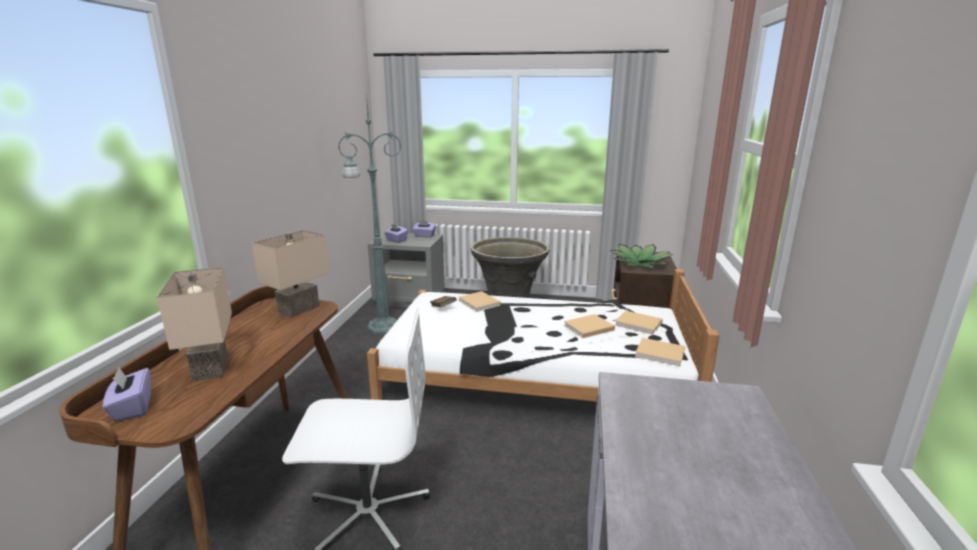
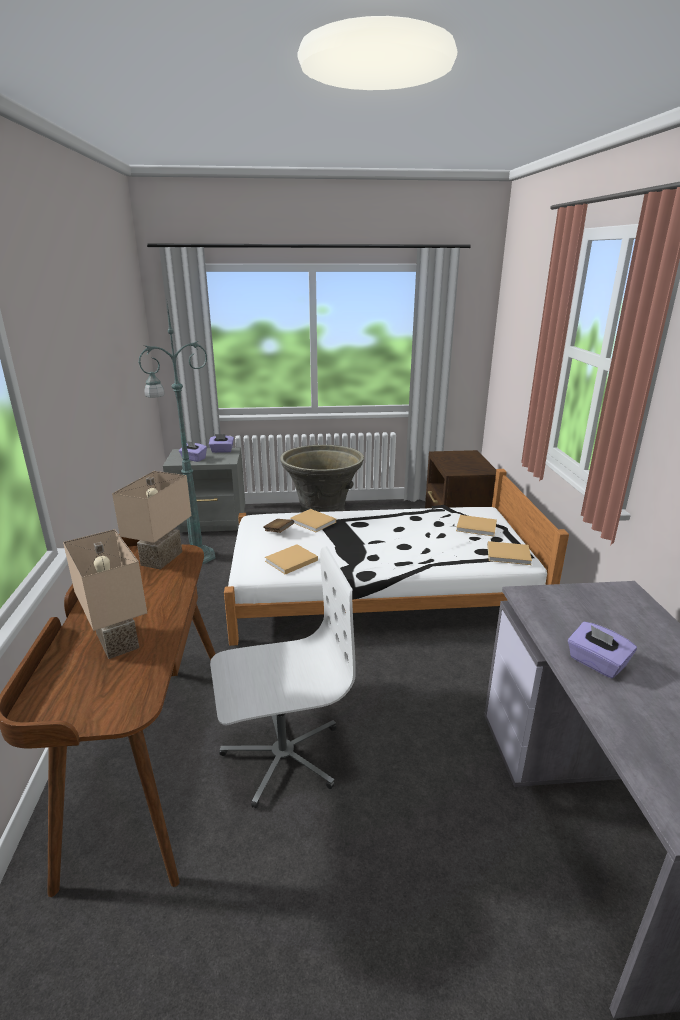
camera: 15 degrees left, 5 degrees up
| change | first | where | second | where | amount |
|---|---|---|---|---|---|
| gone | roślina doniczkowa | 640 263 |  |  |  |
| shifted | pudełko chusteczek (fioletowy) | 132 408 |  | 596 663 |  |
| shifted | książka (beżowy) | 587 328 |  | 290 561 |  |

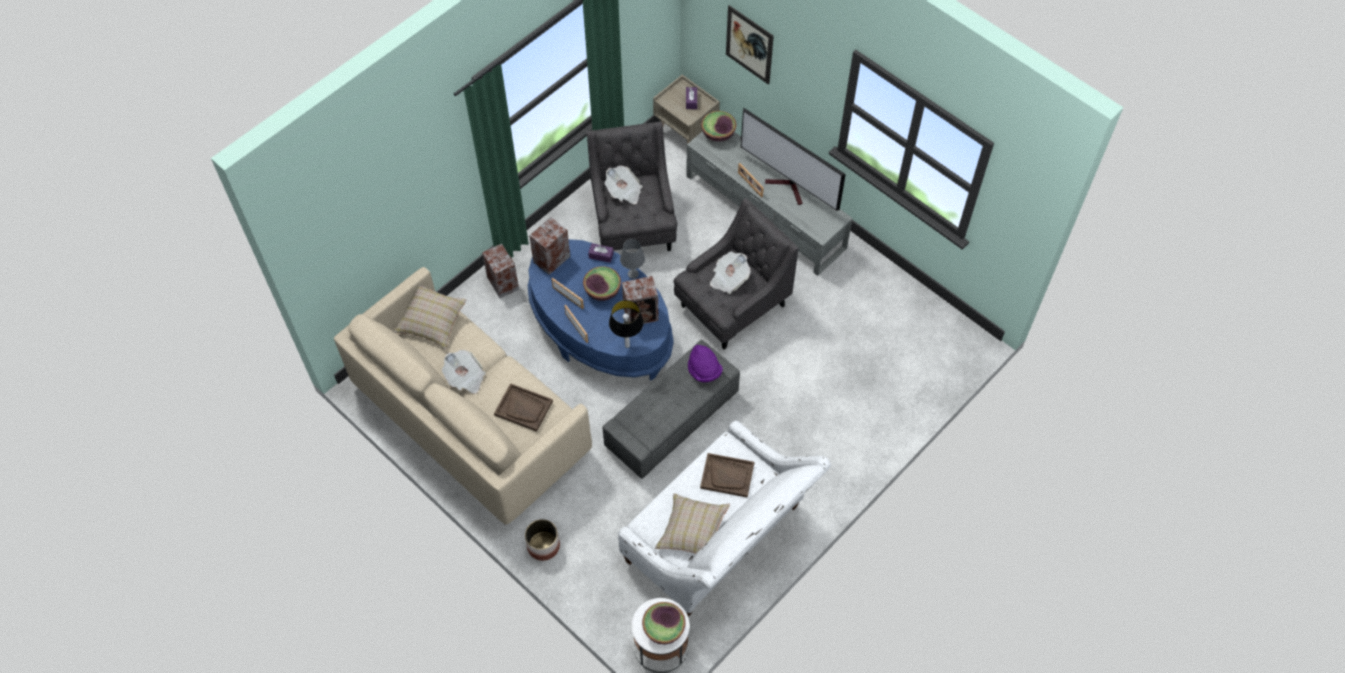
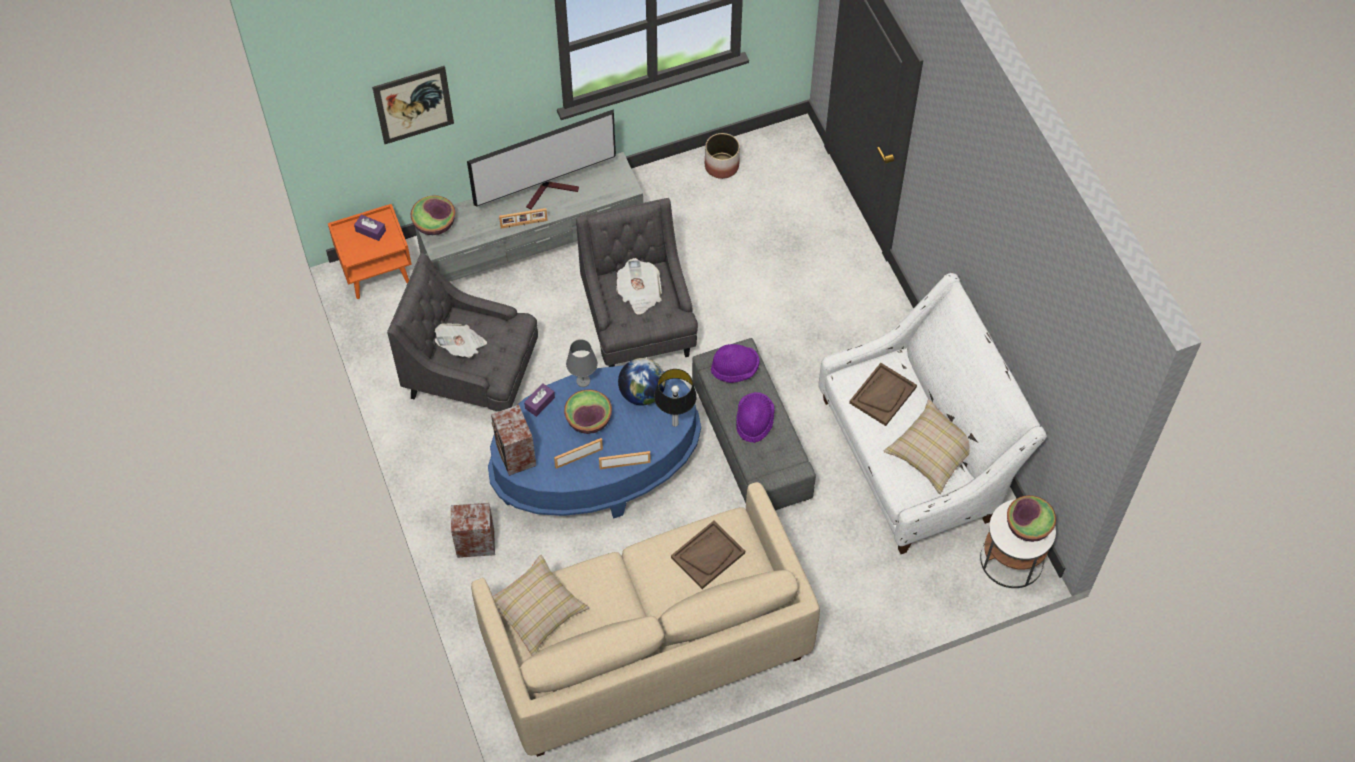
camera: 65 degrees left, 0 degrees up
| change | first | where | second | where | amount |
|---|---|---|---|---|---|
| gone | gazeta | 465 378 |  |  |  |
| new |  |  | kapelusz (fioletowy) | 754 422 |  |
| shifted | donica | 543 546 |  | 721 166 |  |
| swapped | głośnik | 642 314 | globus | 642 393 |  |
| repainted | szafka nocna (beżowy) | 686 133 | szafka nocna (pomarańczowy) | 377 272 |  |

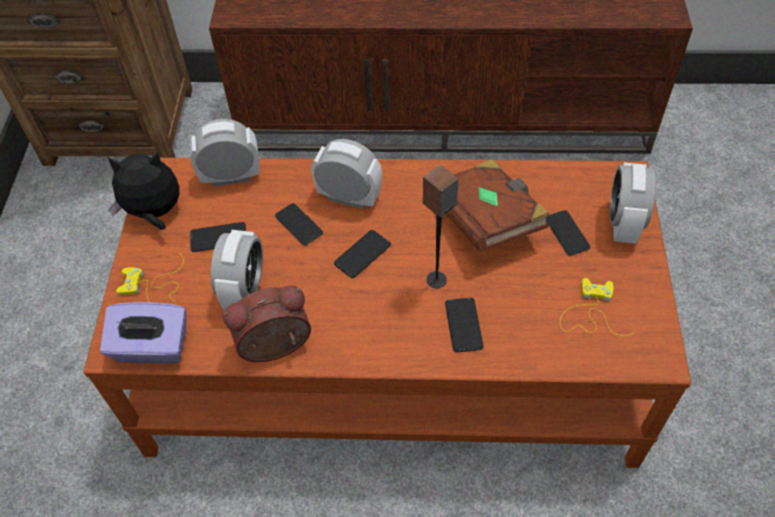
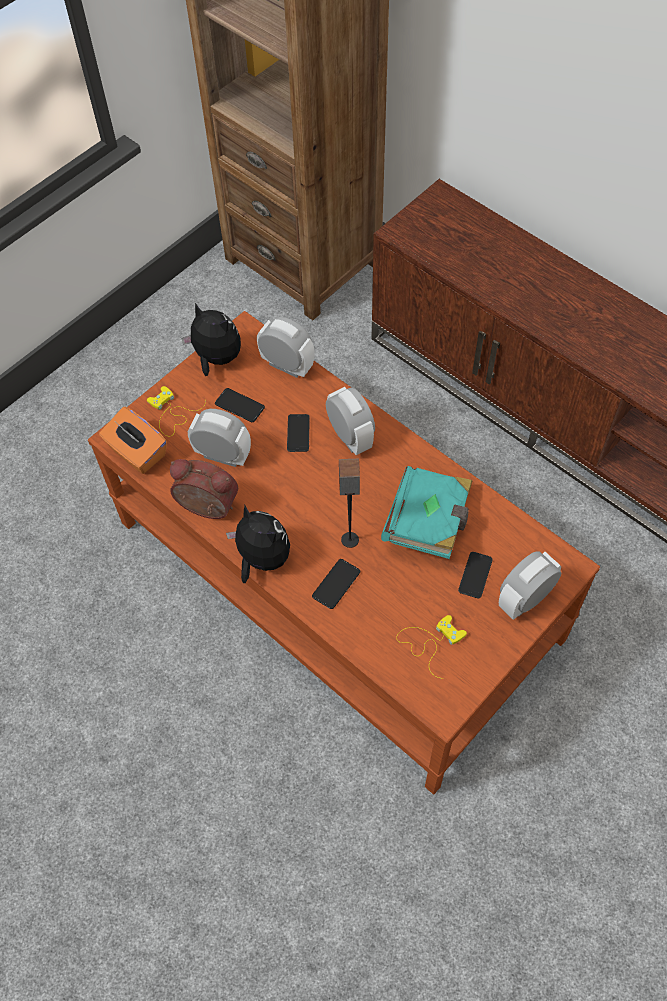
camera: 40 degrees right, 5 degrees up
| change | first | where | second | where | amount |
|---|---|---|---|---|---|
| gone | telefon | 362 254 |  |  |  |
| new |  |  | pluszak | 261 558 |  |
| repainted | pudełko chusteczek (fioletowy) | 152 347 | pudełko chusteczek (pomarańczowy) | 137 452 |  |
| repainted | książka (brązowy) | 486 219 | książka (turkusowy) | 428 522 |  |
| rotated | budzik | 245 291 |  | 222 455 | 120 degrees counterclockwise |

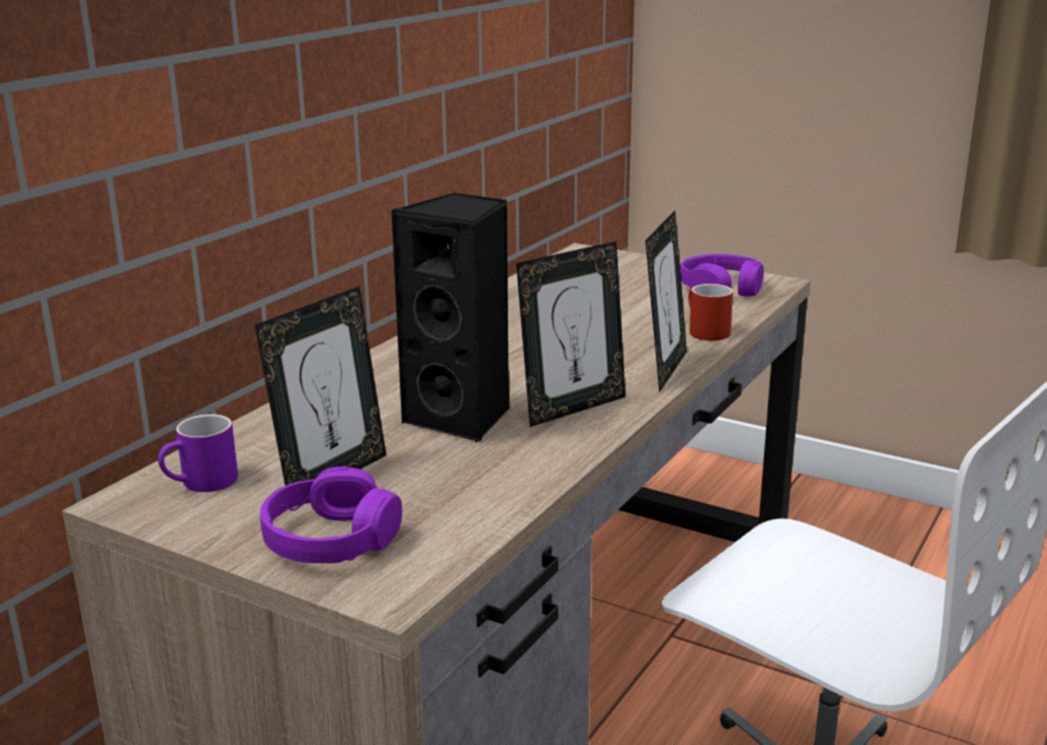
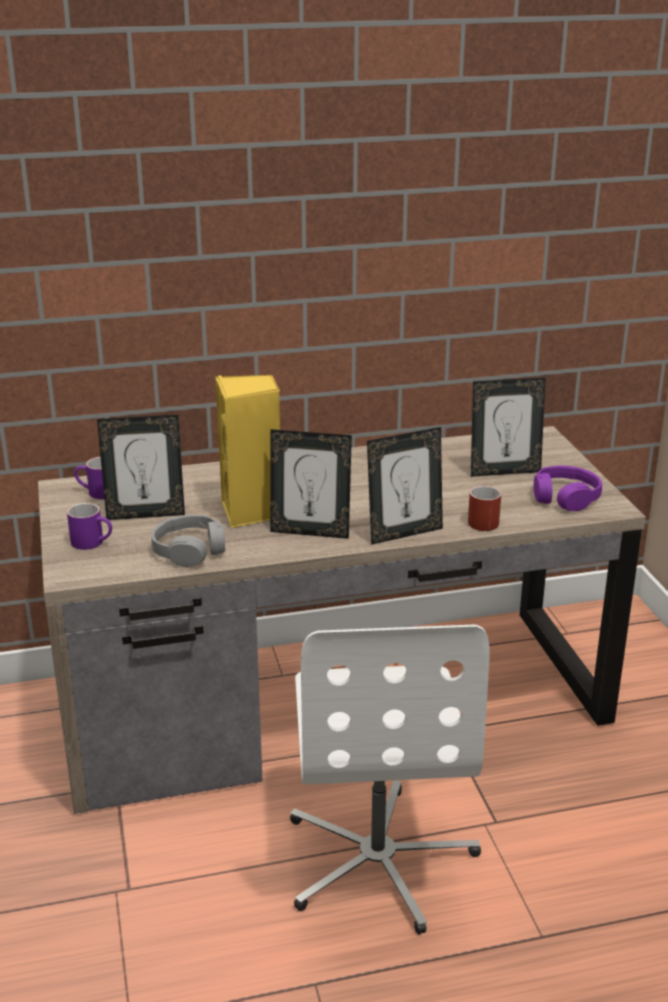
camera: 45 degrees right, 5 degrees up
| change | first | where | second | where | amount |
|---|---|---|---|---|---|
| new |  |  | słuchawki (szary) | 189 550 |  |
| new |  |  | ramka na zdjęcie | 504 471 |  |
| swapped | słuchawki (fioletowy) | 331 539 | kubek (fioletowy) | 93 542 |  |
| repainted | głośnik (czarny) | 463 418 | głośnik (żółty) | 252 512 |  |

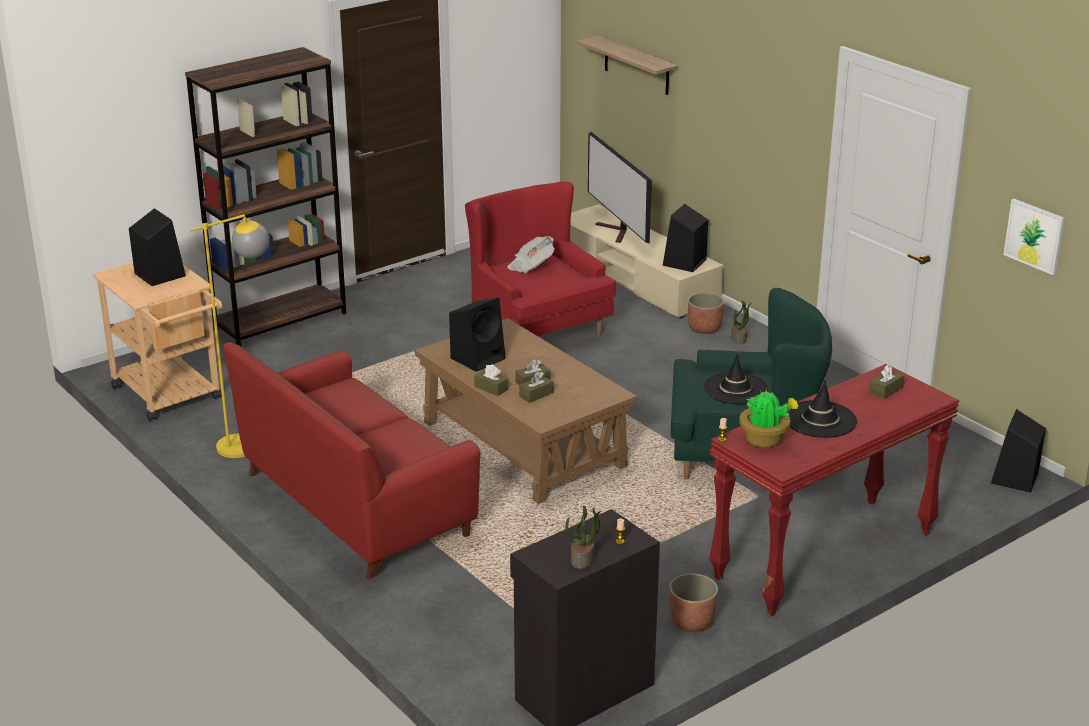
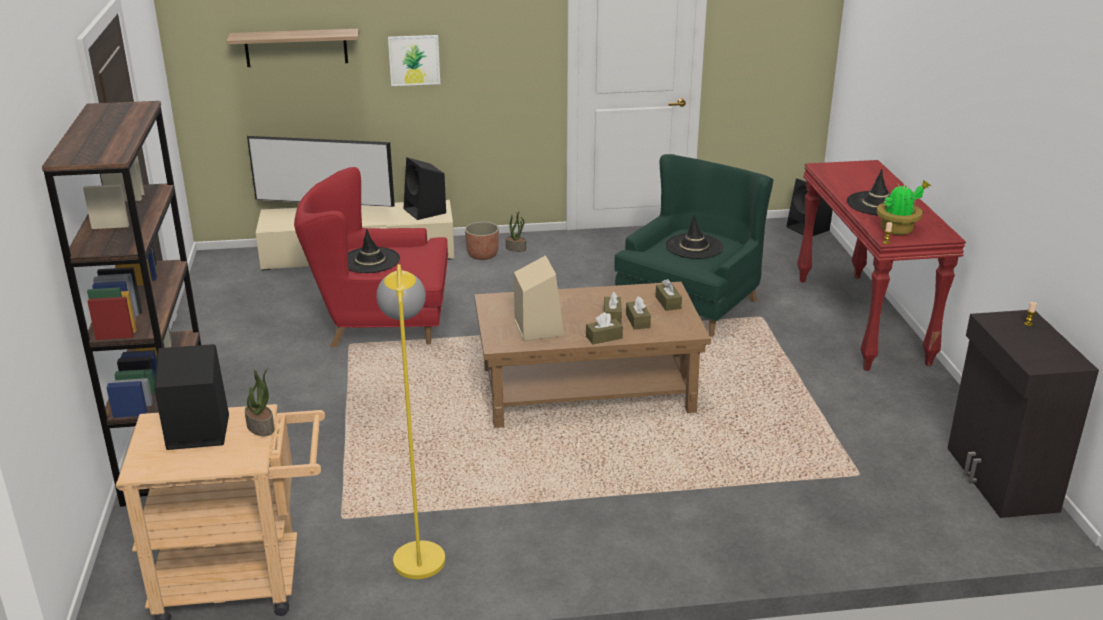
camera: 60 degrees left, 0 degrees up
| change | first | where | second | where | amount |
|---|---|---|---|---|---|
| gone | kanapa (czerwony) | 355 504 |  |  |  |
| gone | donica | 691 622 |  |  |  |
| shifted | roślina doniczkowa | 583 559 |  | 261 427 |  |
| shifted | pudełko chusteczek (brązowy) | 885 390 |  | 668 302 |  |
| shifted | obraz | 1034 236 |  | 414 60 |  |
| swapped | gazeta | 531 266 | kapelusz (czarny) | 370 260 |  |
| repainted | głośnik (czarny) | 478 358 | głośnik (beżowy) | 538 327 |  |

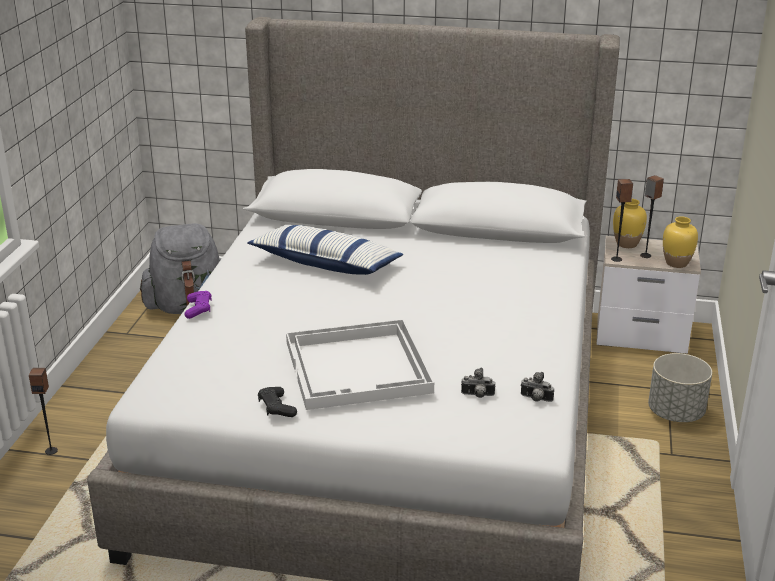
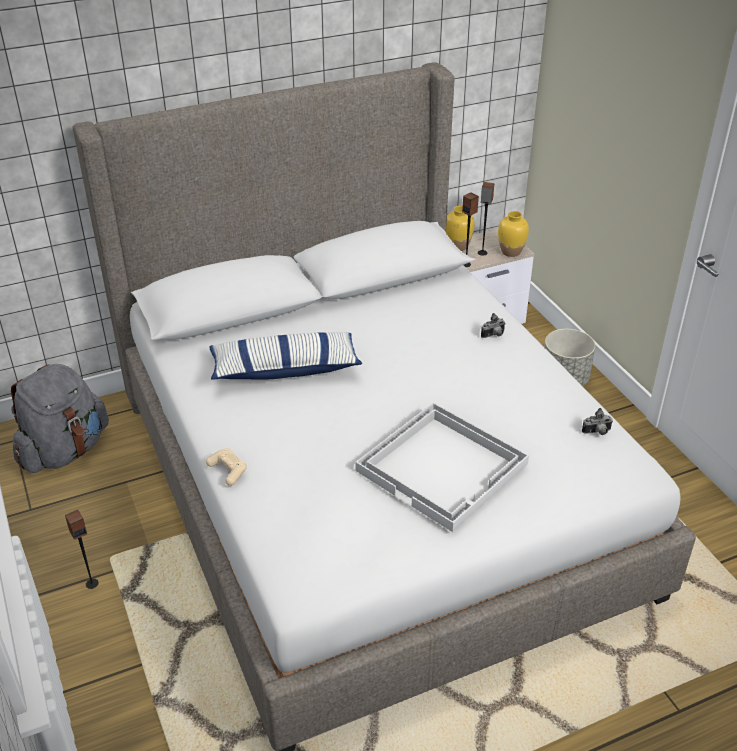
camera: 35 degrees left, 10 degrees up
| change | first | where | second | where | amount |
|---|---|---|---|---|---|
| gone | pad do gier (czarny) | 276 408 |  |  |  |
| shifted | głośnik | 51 450 |  | 92 583 |  |
| shifted | aparat fotograficzny | 477 396 |  | 494 335 |  |
| repainted | pad do gier (fioletowy) | 198 309 | pad do gier (beżowy) | 228 470 |  |

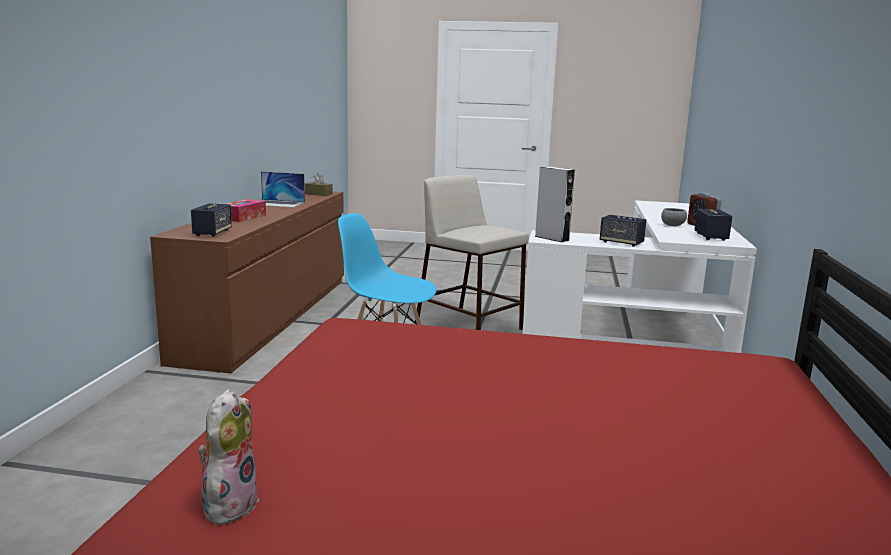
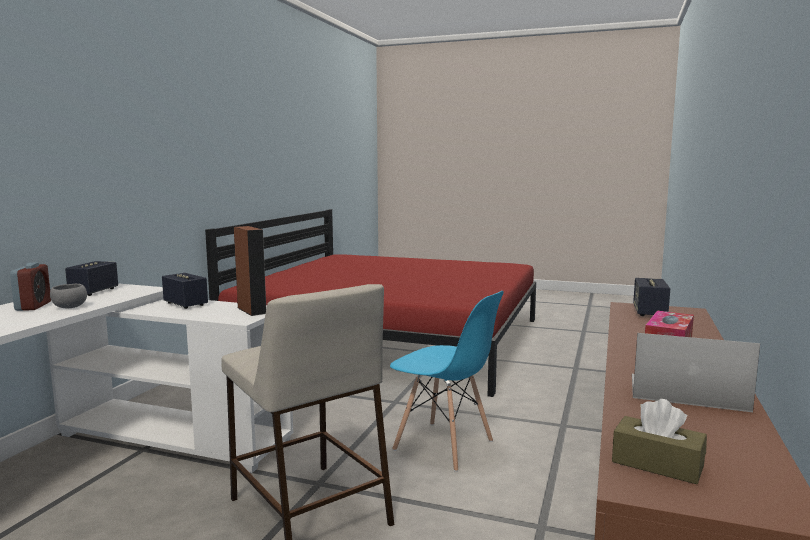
camera: 170 degrees left, 5 degrees down
| change | first | where | second | where | amount |
|---|---|---|---|---|---|
| gone | pluszak | 229 504 |  |  |  |
| repainted | głośnik (szary) | 552 238 | głośnik (brązowy) | 251 310 |  |

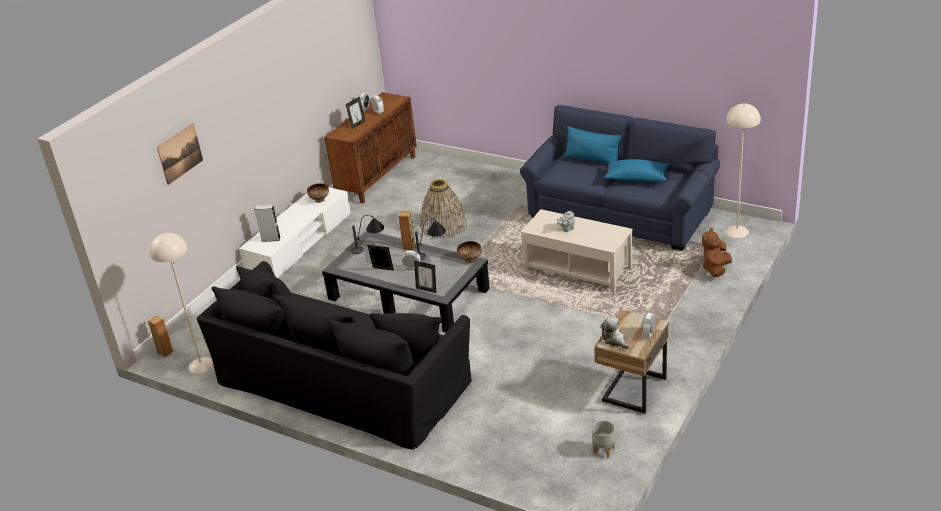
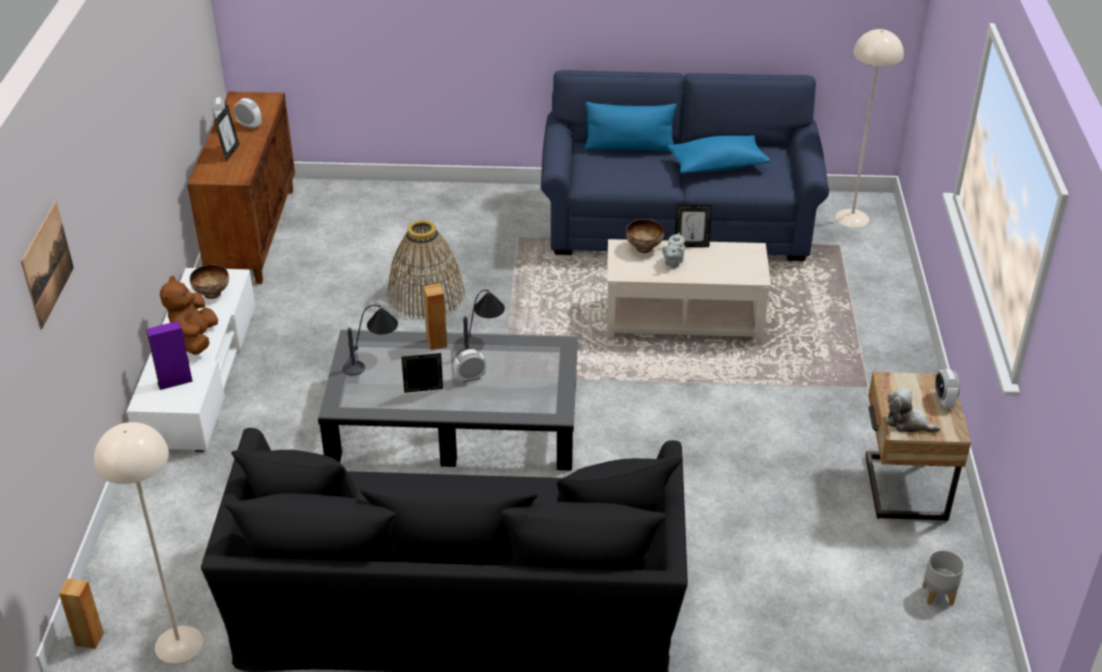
camera: 30 degrees left, 5 degrees up
| change | first | where | second | where | amount |
|---|---|---|---|---|---|
| shifted | ramka na zdjęcie | 427 289 |  | 691 245 |  |
| shifted | miska | 470 260 |  | 643 248 |  |
| shifted | pluszak (brązowy) | 716 269 |  | 195 339 |  |
| repainted | głośnik (szary) | 270 239 | głośnik (fioletowy) | 175 381 |  |

